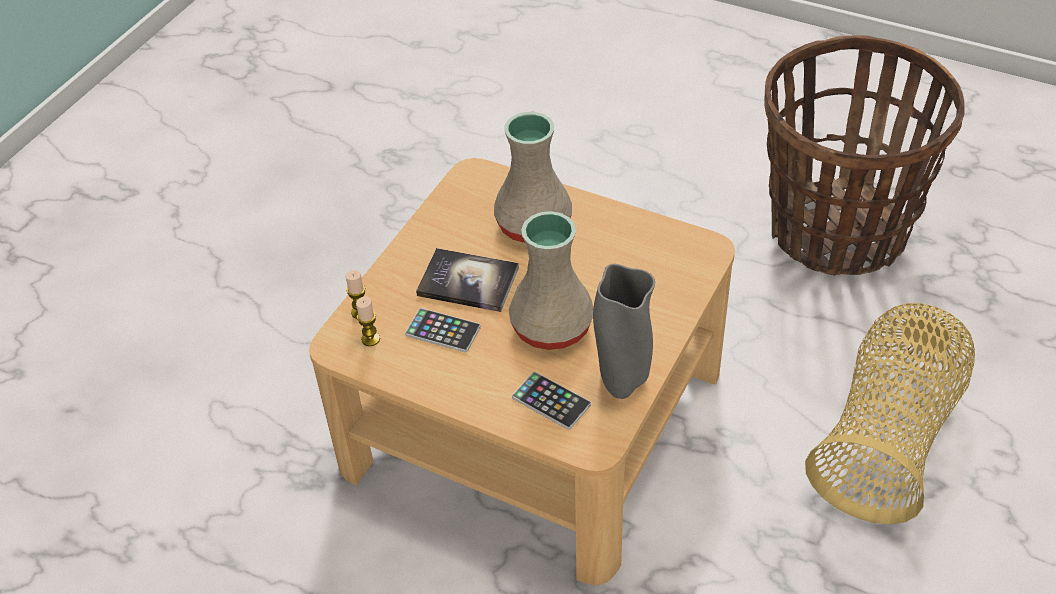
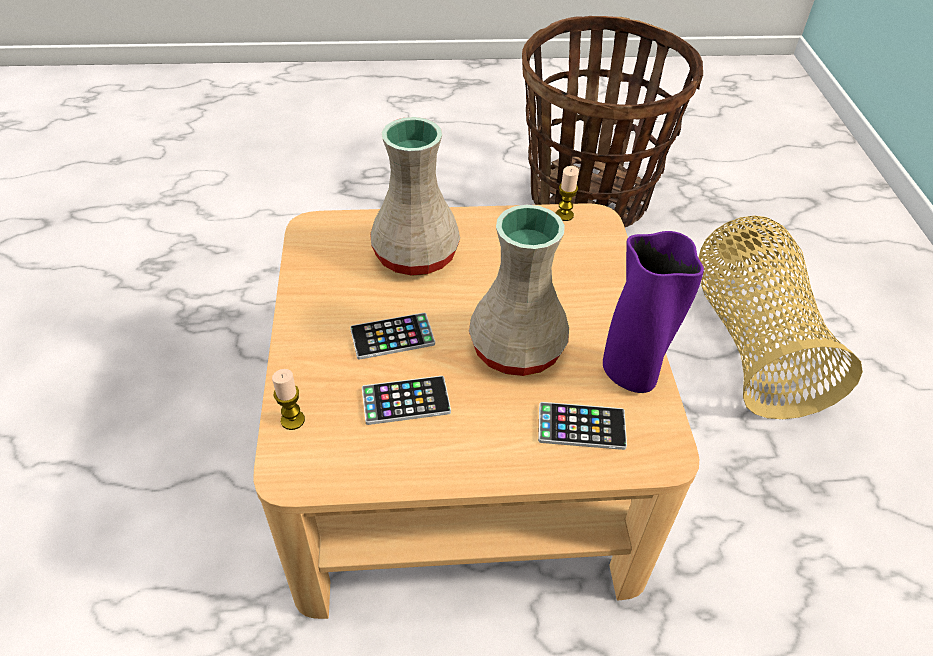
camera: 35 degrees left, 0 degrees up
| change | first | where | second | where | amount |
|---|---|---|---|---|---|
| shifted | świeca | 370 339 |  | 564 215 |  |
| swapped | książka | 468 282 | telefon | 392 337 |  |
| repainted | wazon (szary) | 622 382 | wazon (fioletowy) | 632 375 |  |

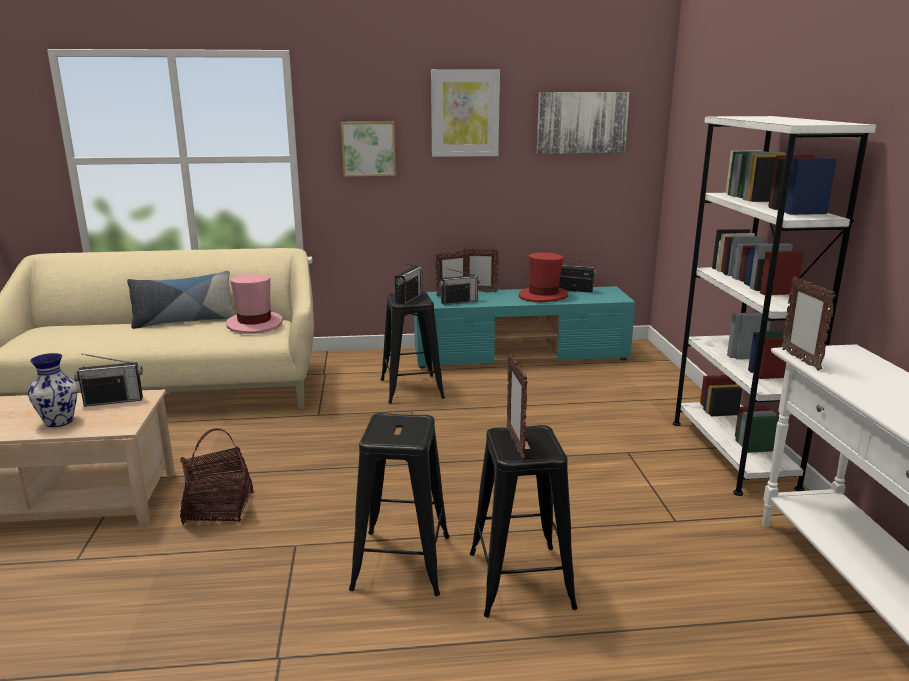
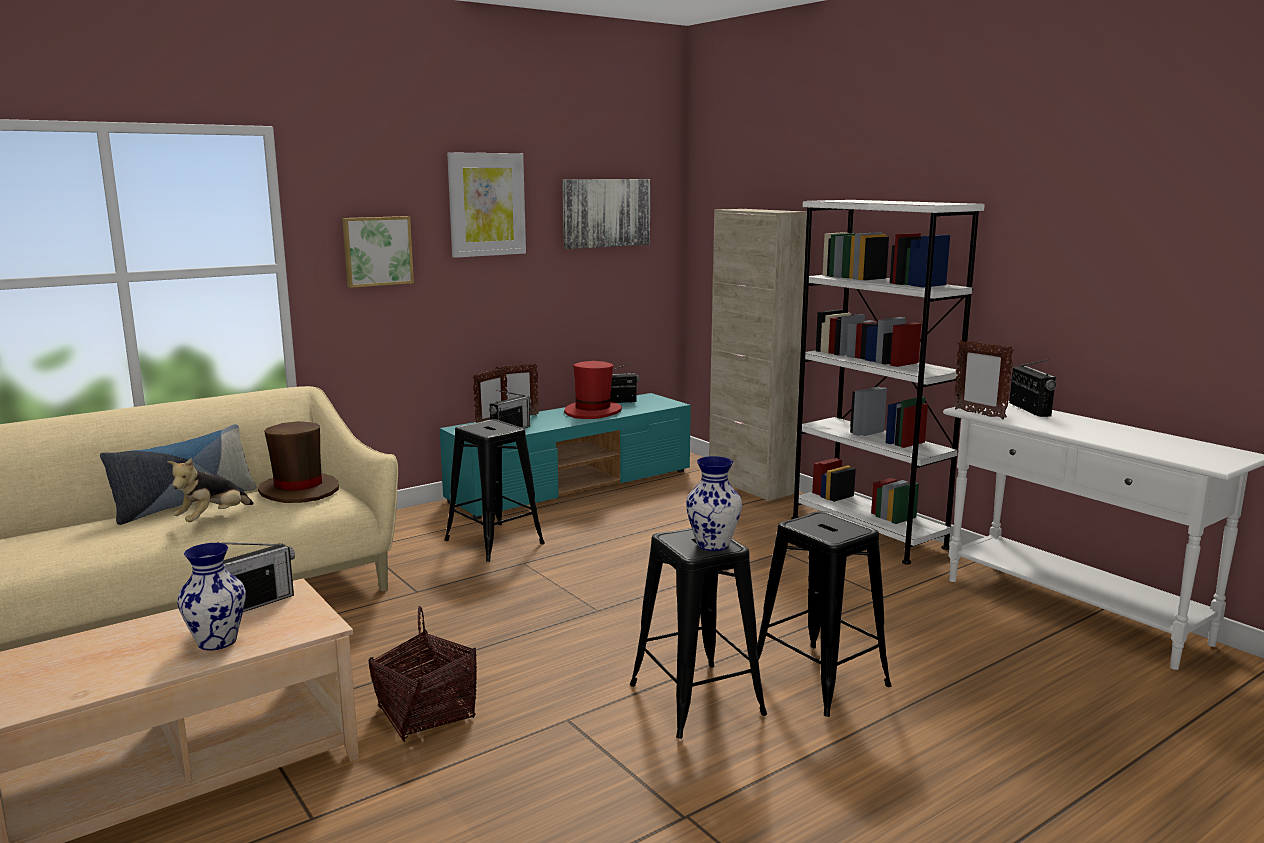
camera: 30 degrees left, 5 degrees down
| change | first | where | second | where | amount |
|---|---|---|---|---|---|
| gone | ramka na zdjęcie | 515 444 |  |  |  |
| new |  |  | pluszak | 213 519 |  |
| new |  |  | wazon | 713 545 |  |
| new |  |  | szafka (beżowy) | 750 486 |  |
| shifted | radio | 409 298 |  | 1029 410 |  |
| repainted | kapelusz (różowy) | 255 324 | kapelusz (brązowy) | 299 490 |  |

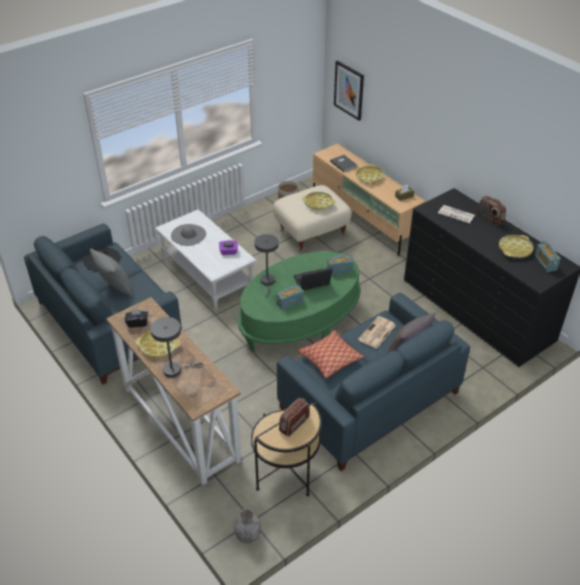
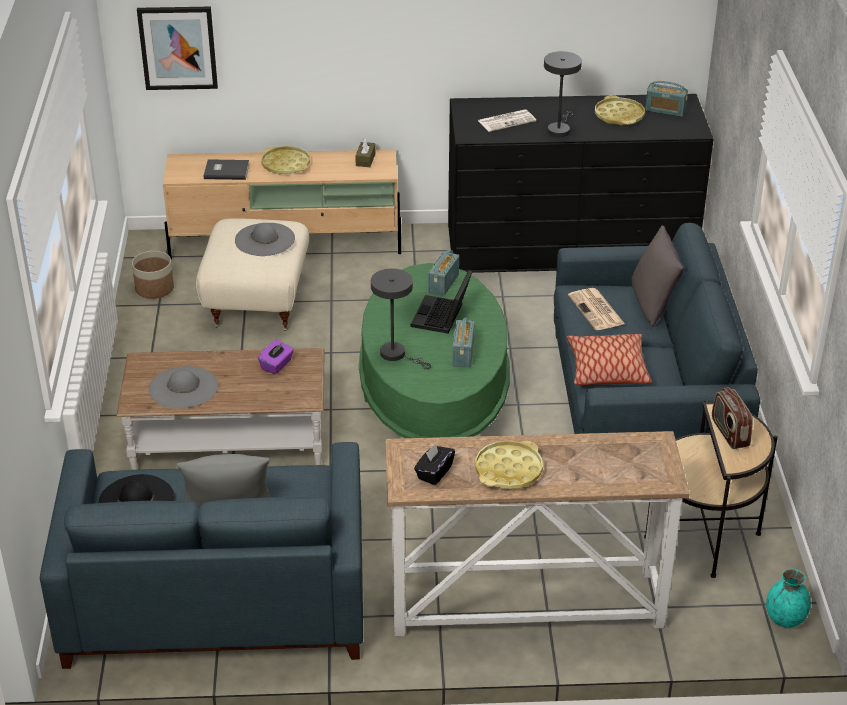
camera: 55 degrees left, 5 degrees down
| change | first | where | second | where | amount |
|---|---|---|---|---|---|
| gone | radio | 490 218 |  |  |  |
| shifted | lampa stołowa (szary) | 175 370 |  | 559 129 |  |
| swapped | taca (żółty) | 318 203 | kapelusz (szary) | 265 239 |  |
| repainted | ława (biały) | 207 275 | ława (brązowy) | 228 442 |  |
| repainted | wazon (szary) | 247 535 | wazon (turkusowy) | 785 619 |  |

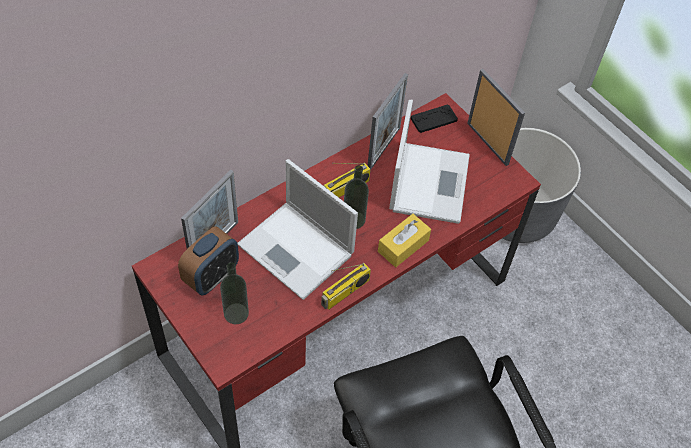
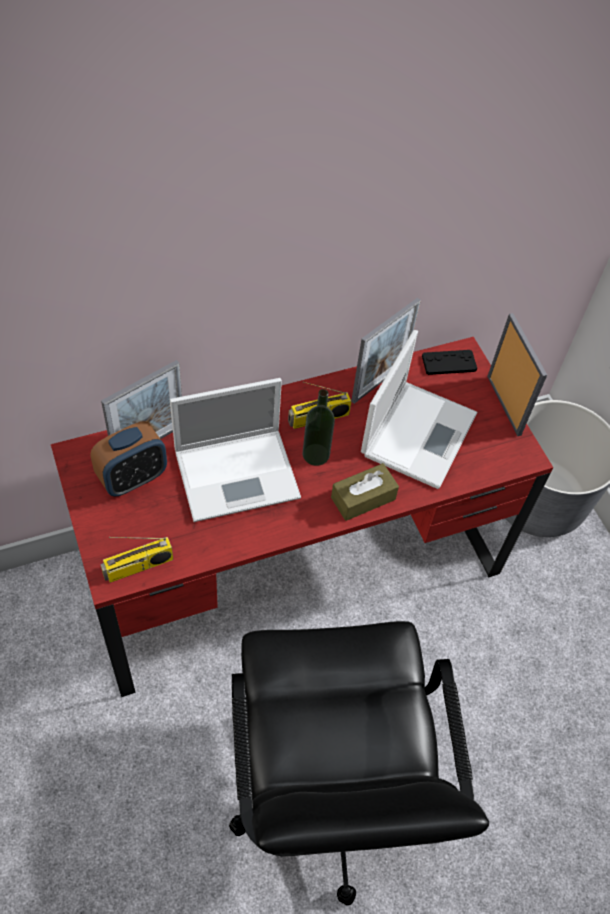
camera: 15 degrees right, 0 degrees up
| change | first | where | second | where | amount |
|---|---|---|---|---|---|
| gone | butelka | 236 313 |  |  |  |
| shifted | radio | 345 292 |  | 138 567 |  |
| repainted | pudełko chusteczek (żółty) | 403 246 | pudełko chusteczek (brązowy) | 363 498 |  |
| rotated | laptop | 297 250 |  | 239 473 | 75 degrees counterclockwise |

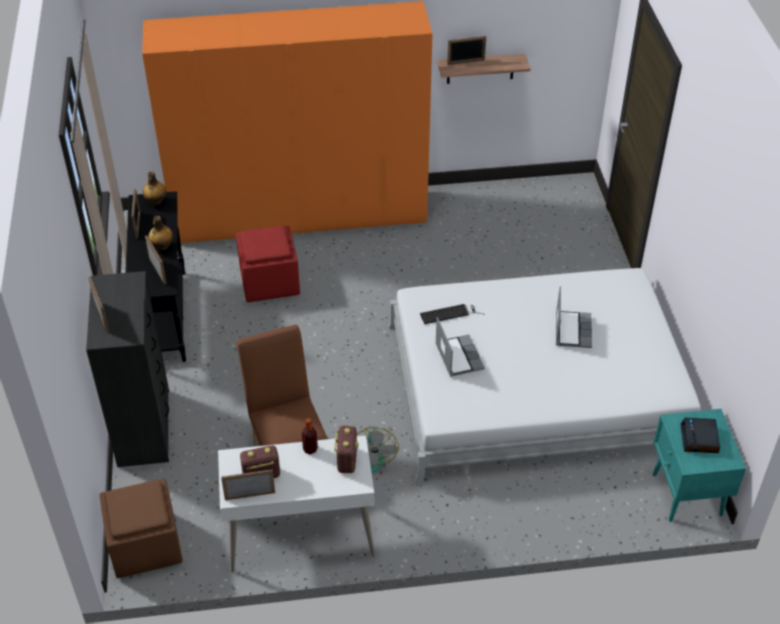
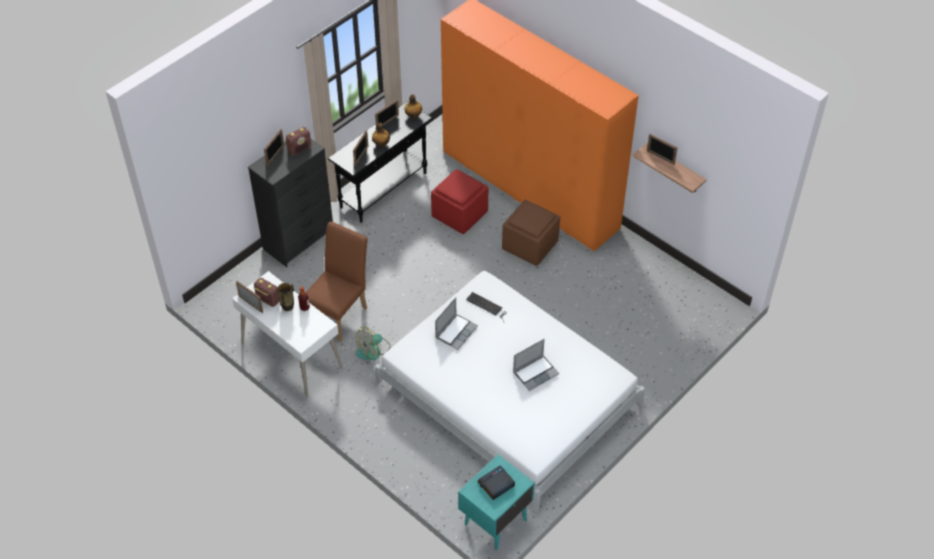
camera: 50 degrees right, 5 degrees up
| change | first | where | second | where | amount |
|---|---|---|---|---|---|
| new |  |  | wazon | 288 307 |  |
| shifted | pufa (brązowy) | 146 546 |  | 530 246 |  |
| shifted | radio | 347 460 |  | 299 149 |  |

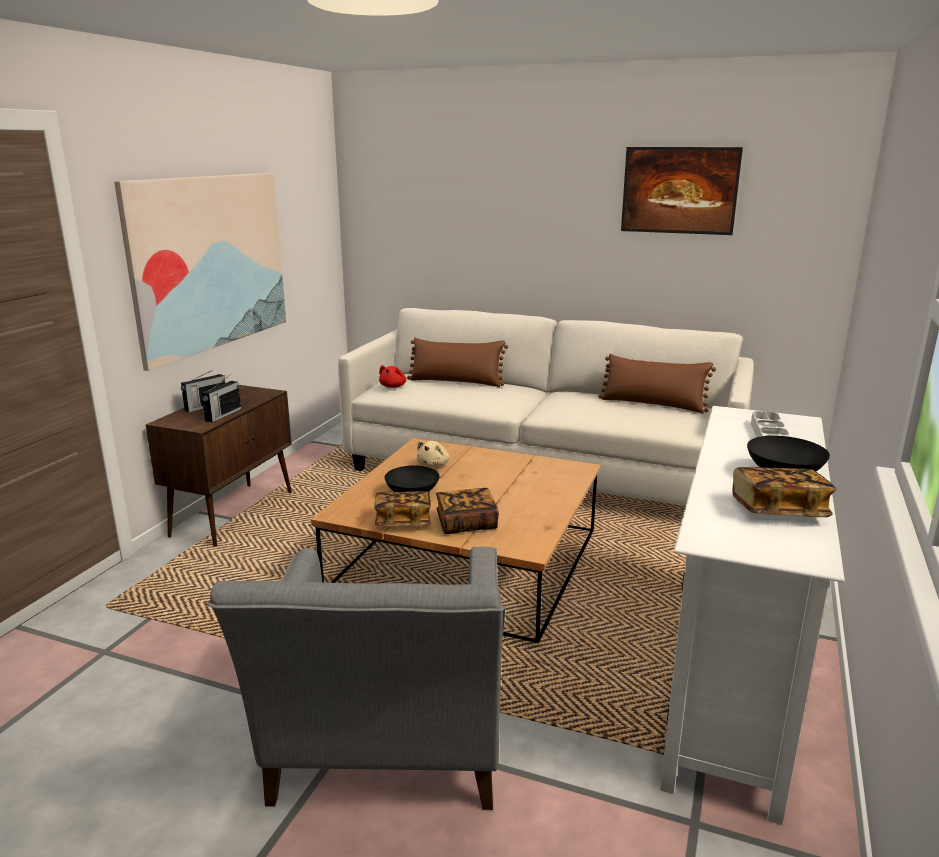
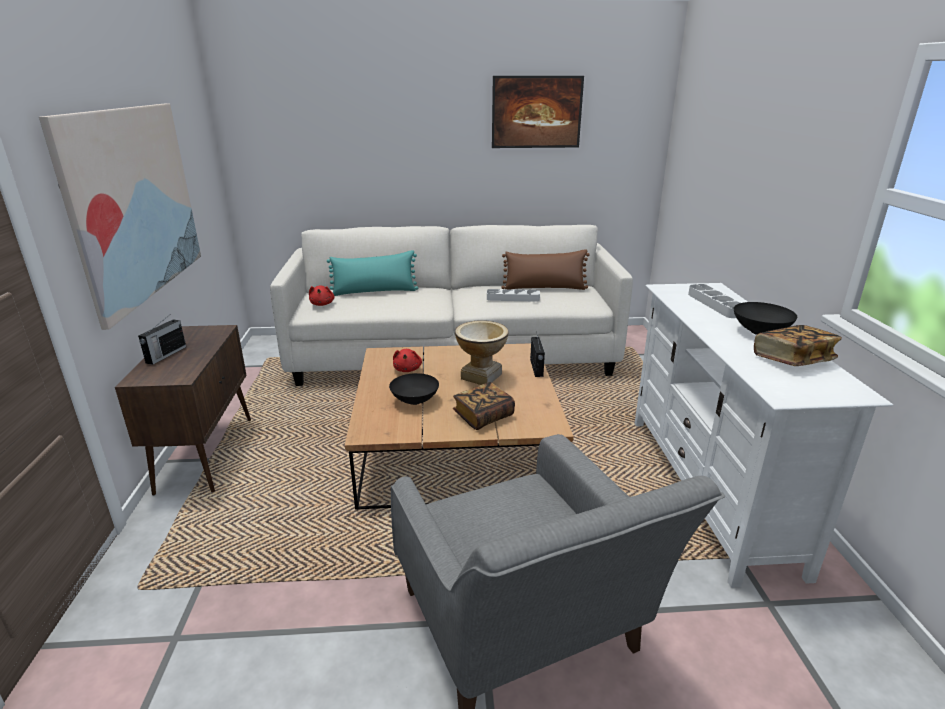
camera: 25 degrees left, 5 degrees up
| change | first | where | second | where | amount |
|---|---|---|---|---|---|
| gone | książka | 403 521 |  |  |  |
| new |  |  | wazon | 481 377 |  |
| new |  |  | taca (szary) | 513 298 |  |
| shifted | radio | 222 415 |  | 536 368 |  |
| repainted | poduszka (brązowy) | 456 382 | poduszka (turkusowy) | 374 291 |  |
| repainted | pluszak (beżowy) | 434 465 | pluszak (czerwony) | 407 369 |  |

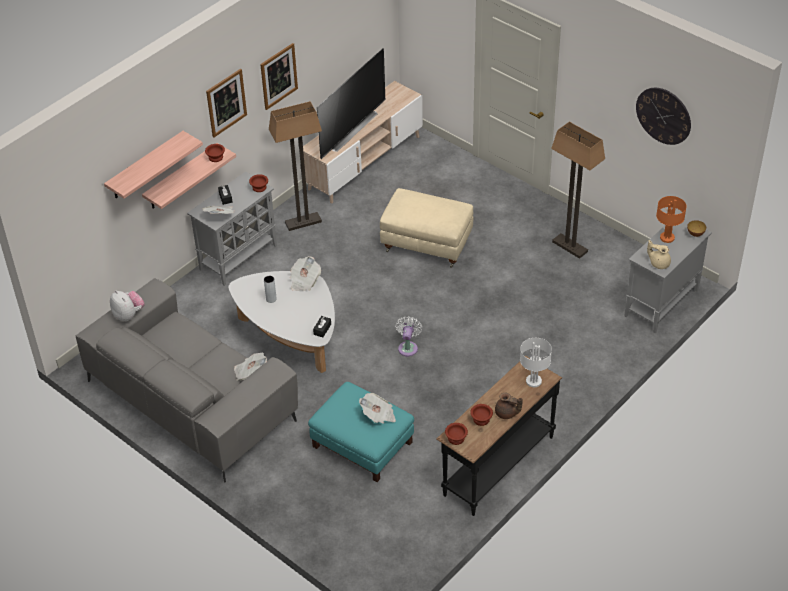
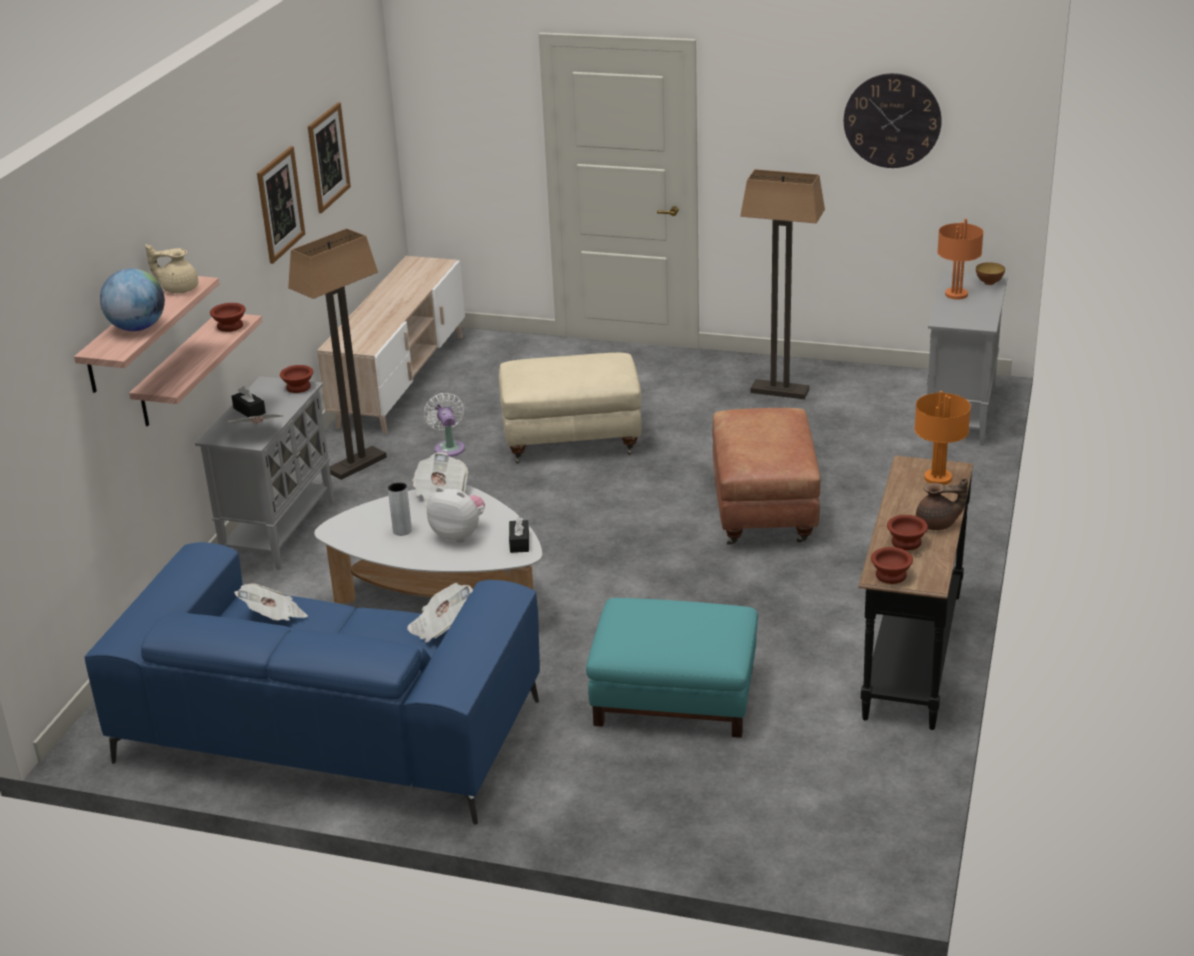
camera: 25 degrees left, 15 degrees down
| change | first | where | second | where | amount |
|---|---|---|---|---|---|
| gone | telewizor | 350 129 |  |  |  |
| new |  |  | globus | 137 328 |  |
| new |  |  | pufa (brązowy) | 764 512 |  |
| shifted | pluszak | 128 315 |  | 459 534 |  |
| shifted | obraz | 226 102 |  | 328 157 |  |
| shifted | gazeta | 378 415 |  | 274 617 |  |
| shifted | wentylator (biały) | 408 347 |  | 449 447 |  |
| shifted | imbryk (beżowy) | 659 263 |  | 178 289 |  |
| repainted | kanapa (szary) | 191 399 | kanapa (niebieski) | 329 729 |  |
| repainted | lampa stołowa (biały) | 533 381 | lampa stołowa (pomarańczowy) | 937 478 |  |

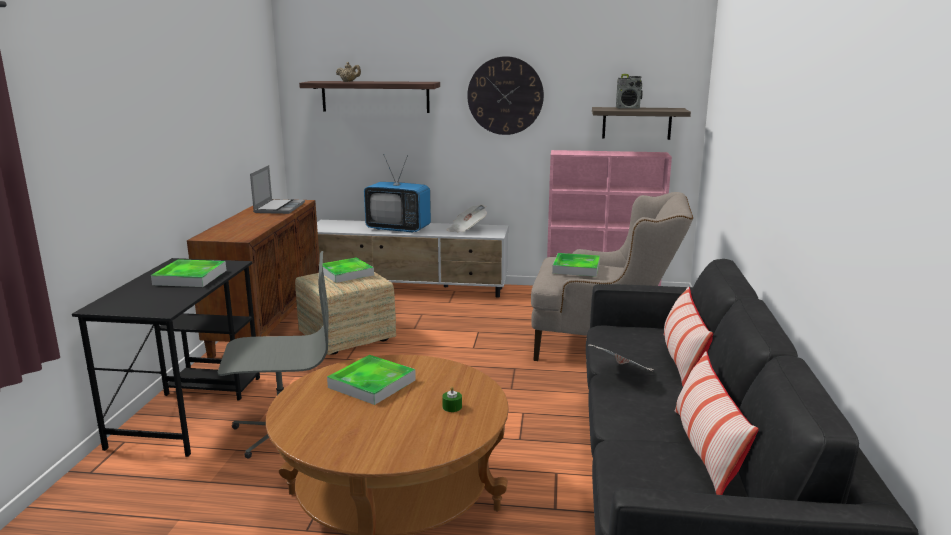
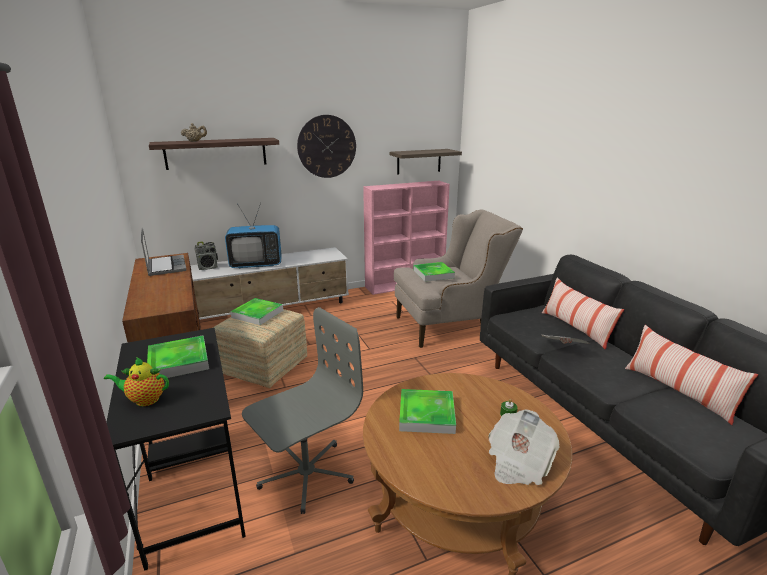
camera: 30 degrees left, 5 degrees up
| change | first | where | second | where | amount |
|---|---|---|---|---|---|
| new |  |  | imbryk | 144 400 |  |
| shifted | gazeta | 466 229 |  | 518 462 |  |
| shifted | radio | 628 108 |  | 208 267 |  |

